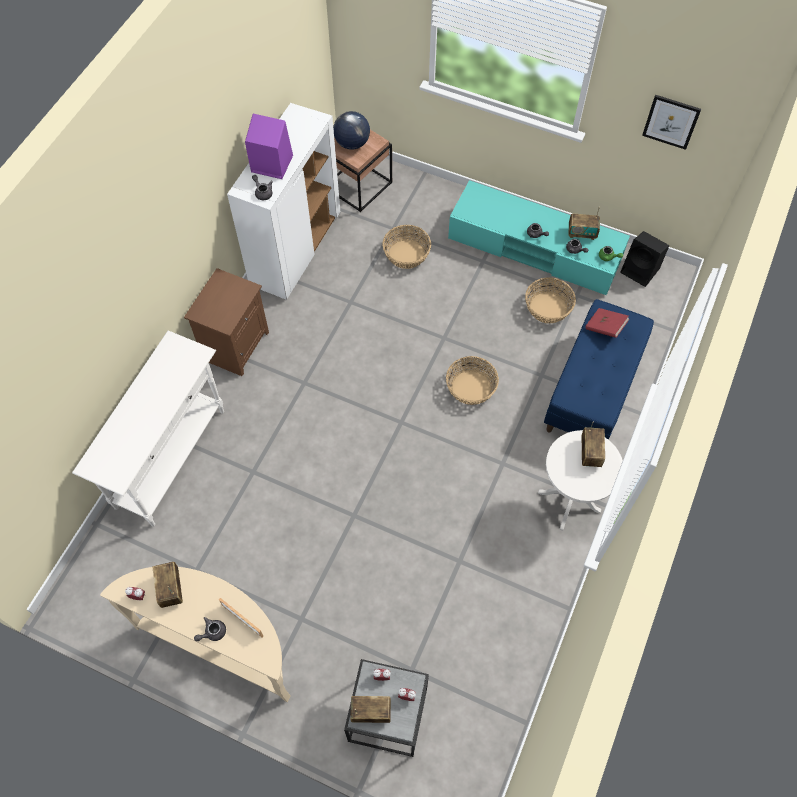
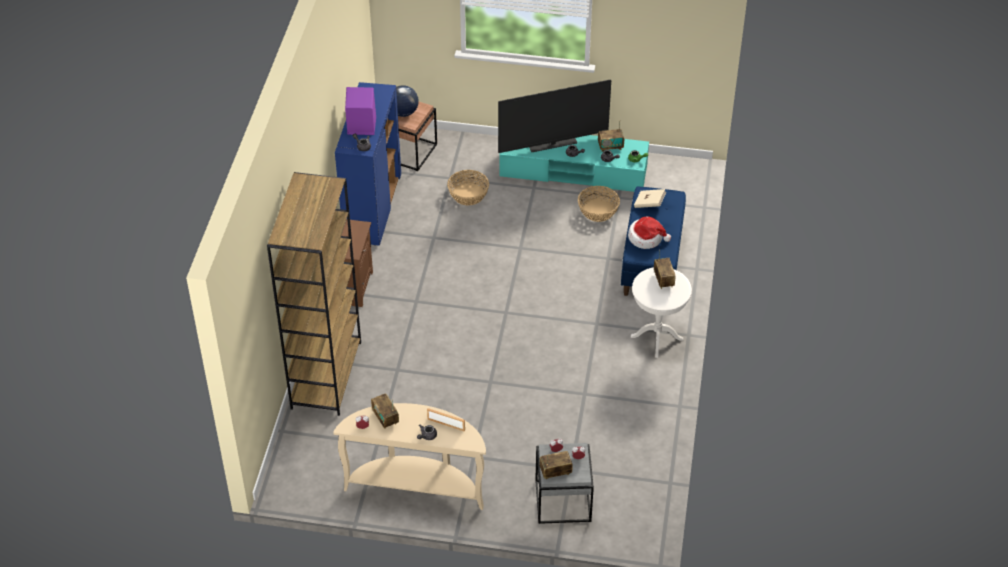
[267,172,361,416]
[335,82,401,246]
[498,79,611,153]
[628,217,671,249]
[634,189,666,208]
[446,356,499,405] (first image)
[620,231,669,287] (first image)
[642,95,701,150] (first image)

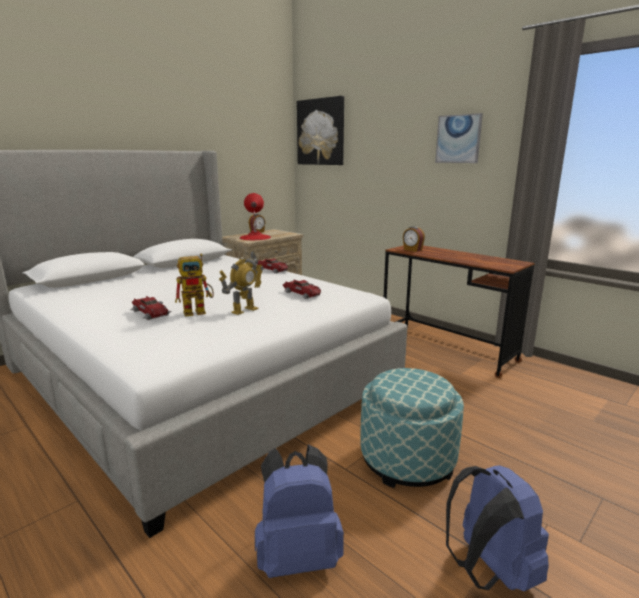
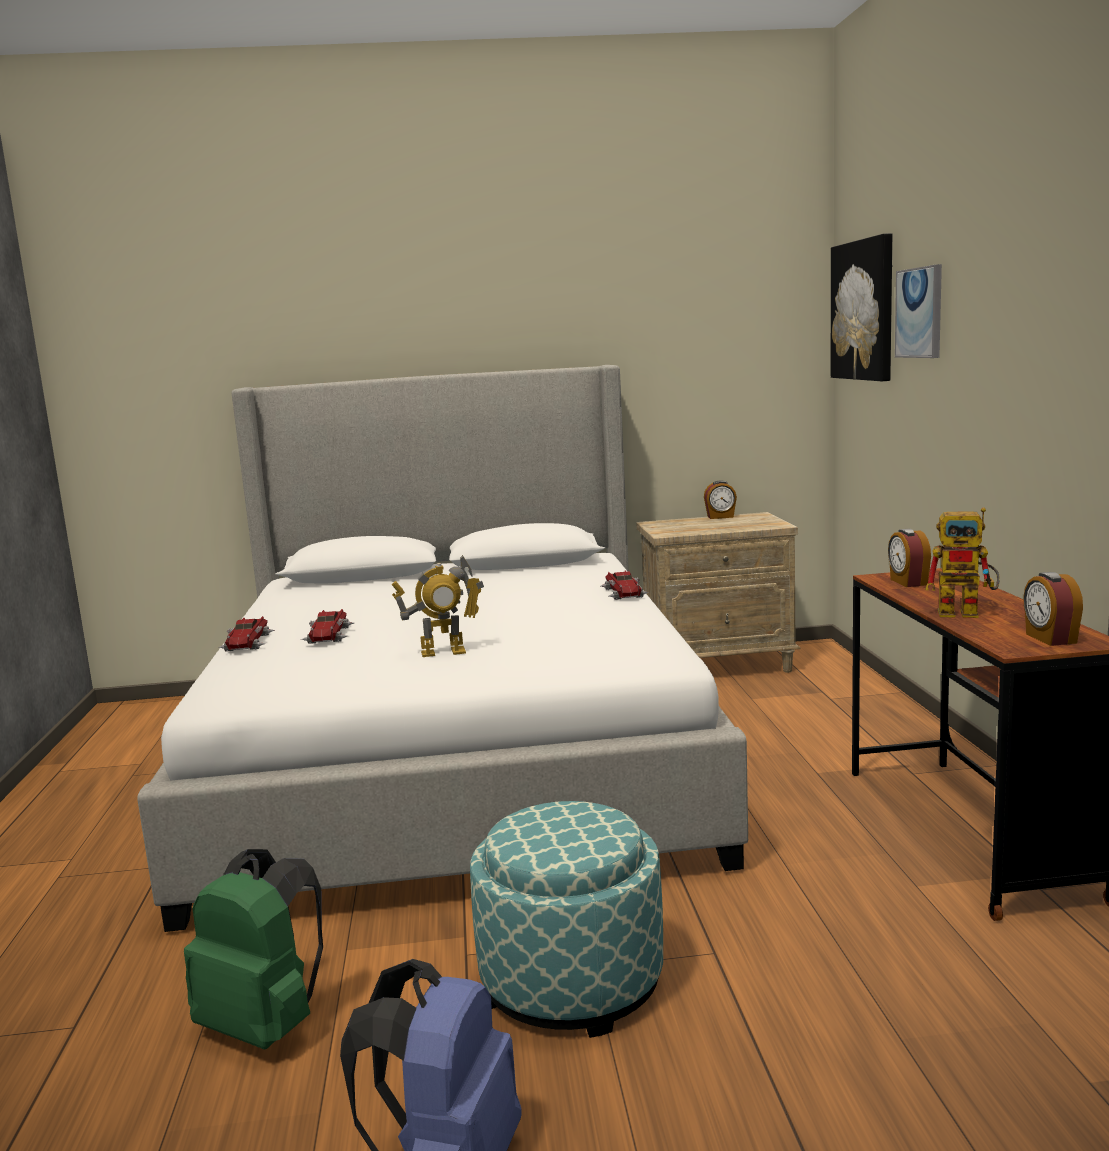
[184,849,323,1049]
[219,616,275,652]
[895,264,942,358]
[925,508,999,618]
[1023,572,1083,646]
[240,193,271,240] (first image)

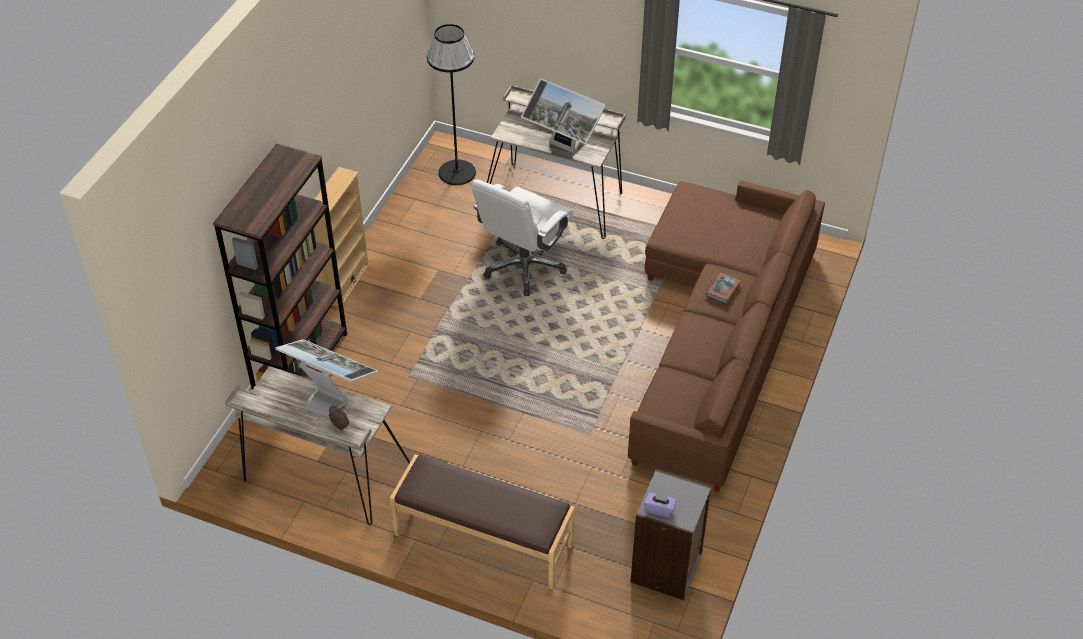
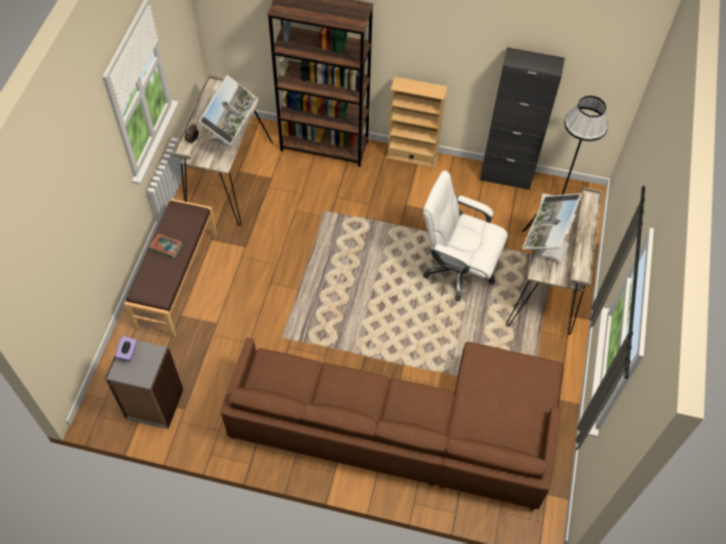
[149,233,183,258]
[480,47,565,190]

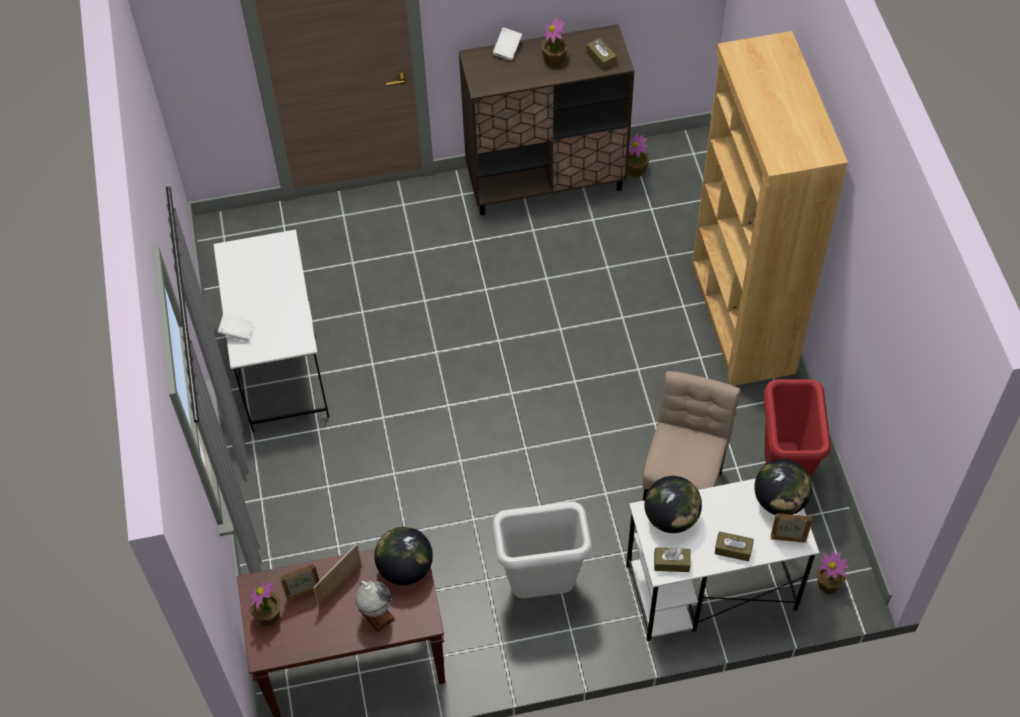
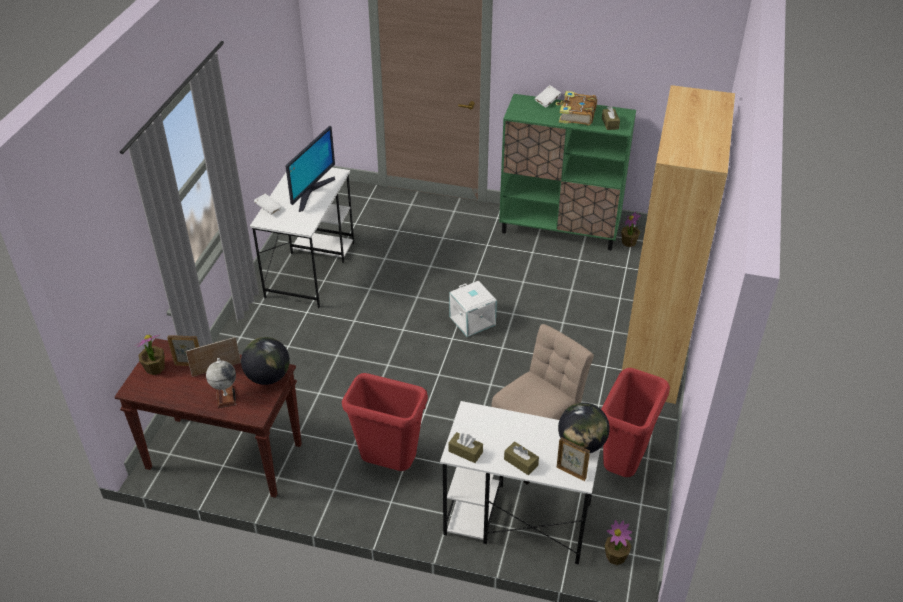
[286,126,335,212]
[342,373,428,471]
[450,281,497,337]
[499,94,636,251]
[555,91,597,126]
[644,476,702,533] (first image)

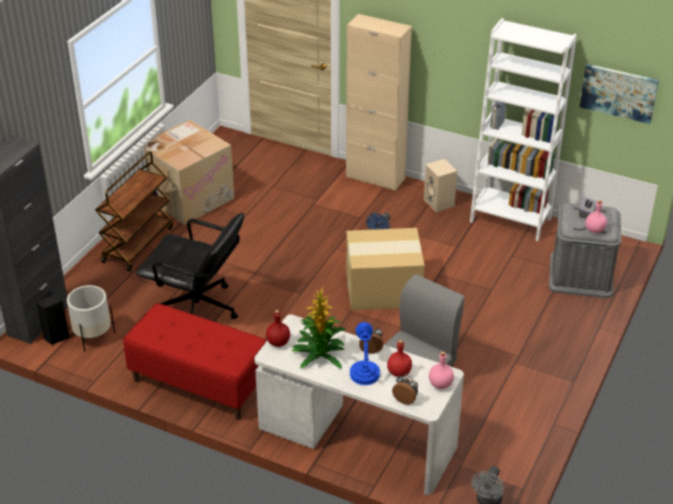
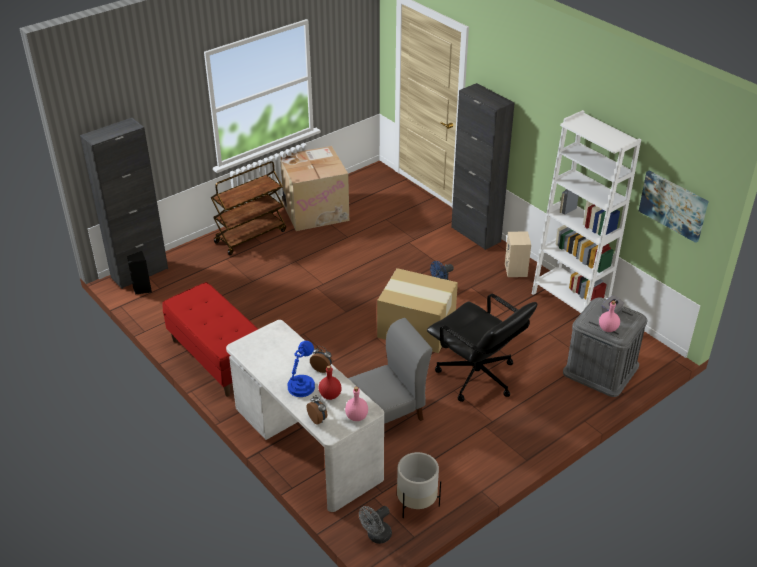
[397,452,441,518]
[427,294,537,402]
[451,83,515,250]
[266,310,290,347] (first image)
[291,288,346,369] (first image)

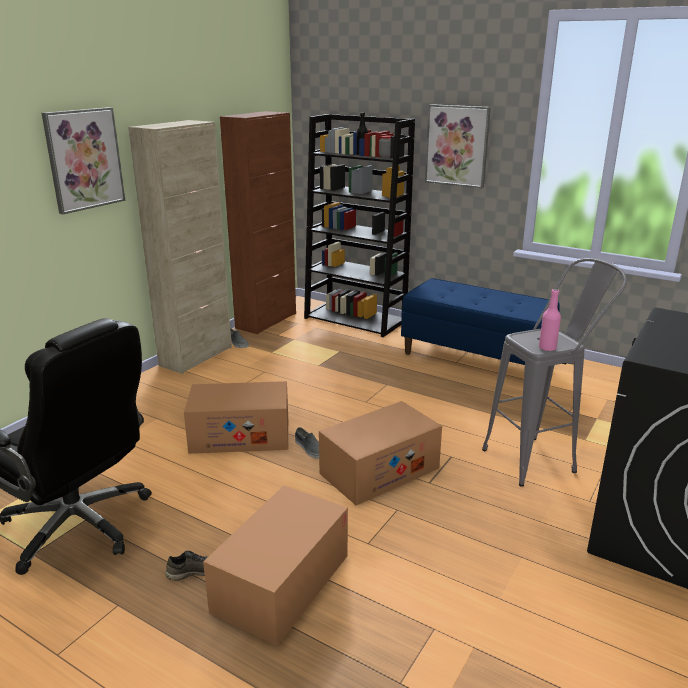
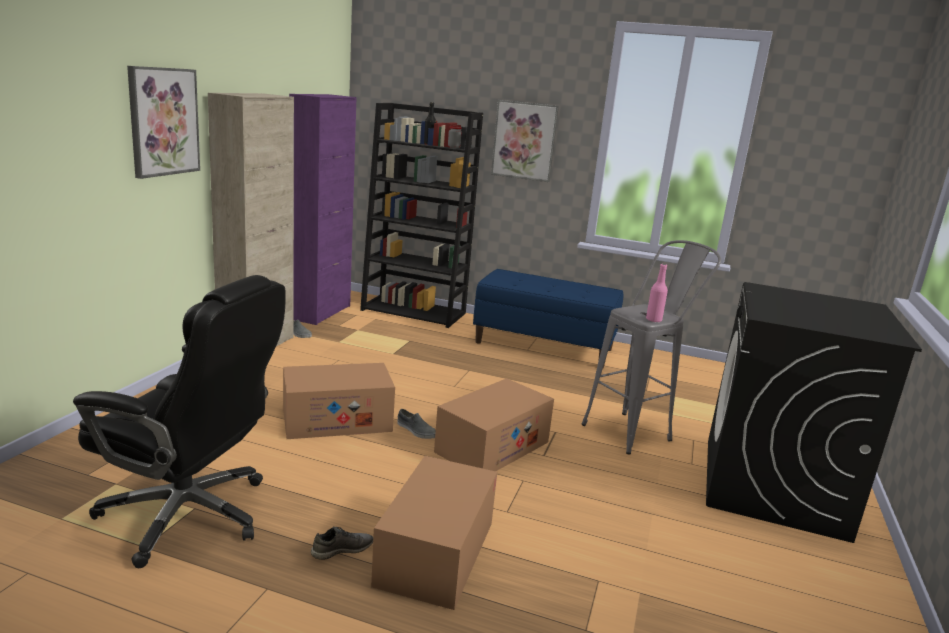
[289,94,357,325]

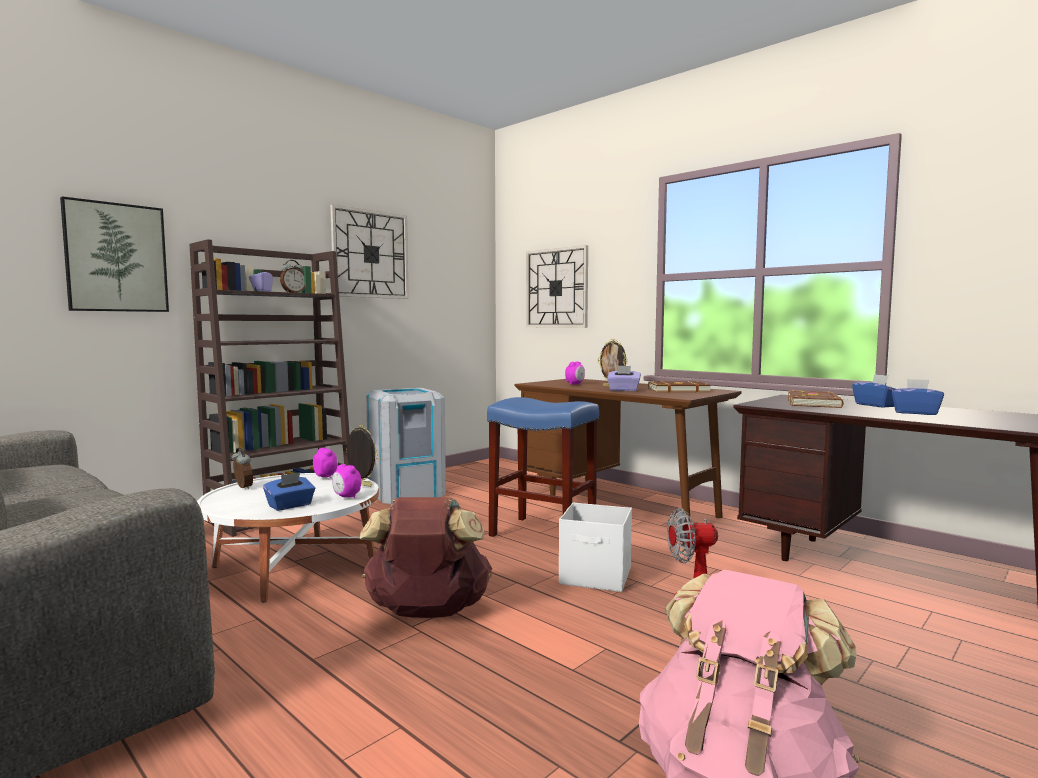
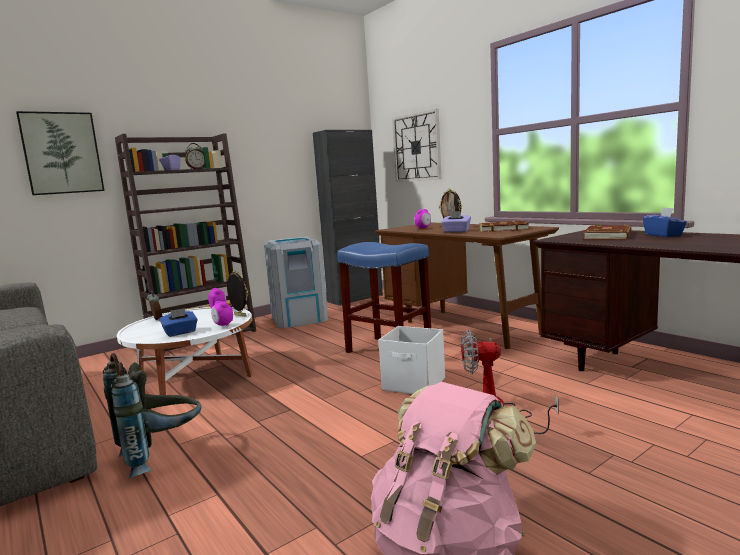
[103,353,201,478]
[313,130,383,306]
[330,204,409,299] (first image)
[360,497,492,618] (first image)
[892,379,944,415] (first image)

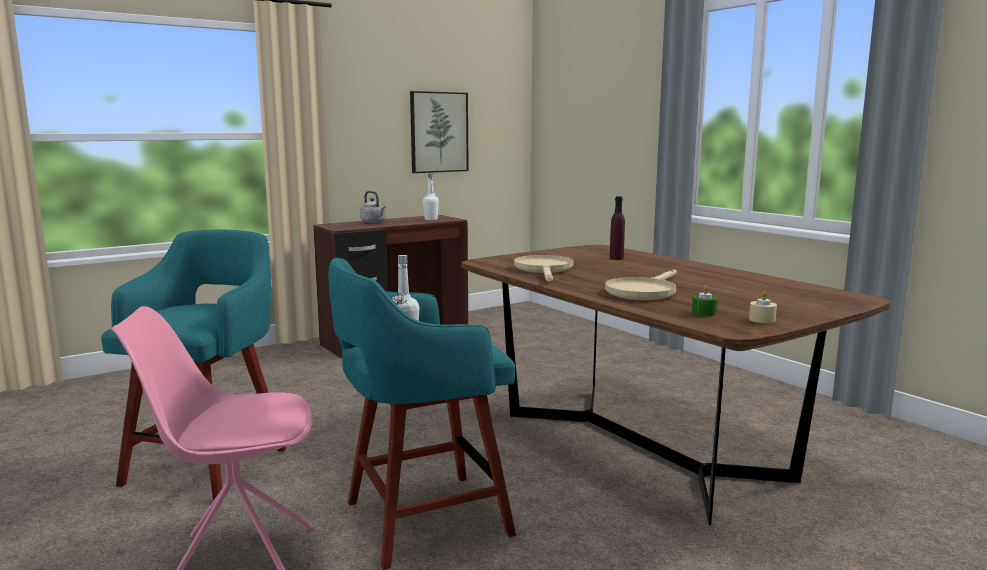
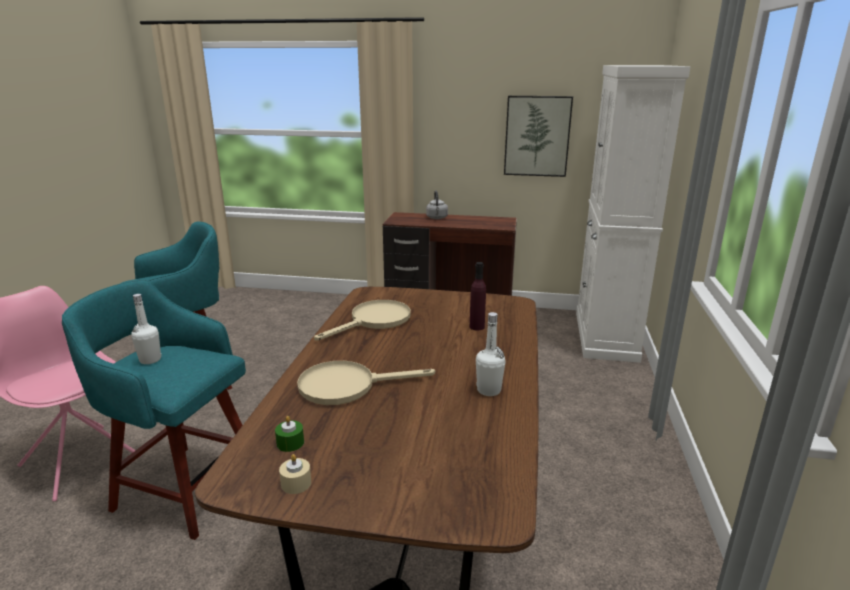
[476,312,506,396]
[576,65,691,363]

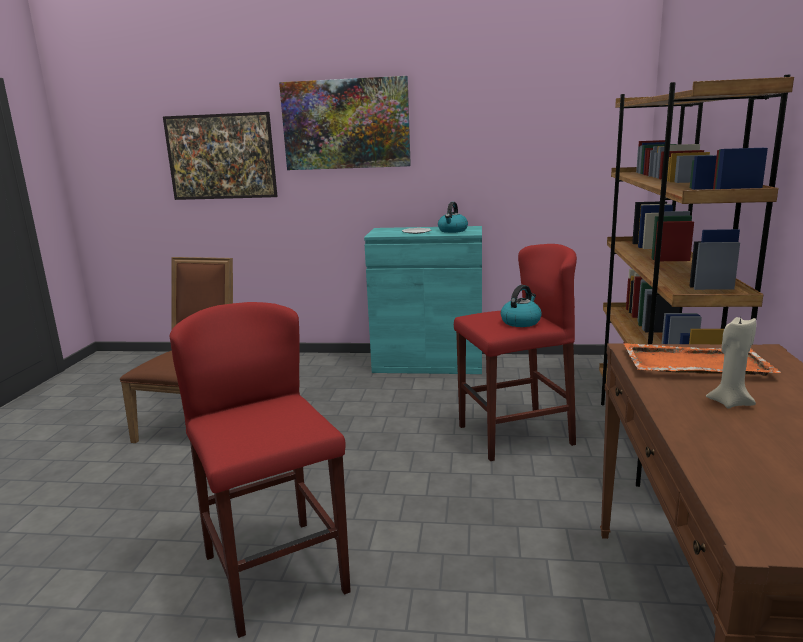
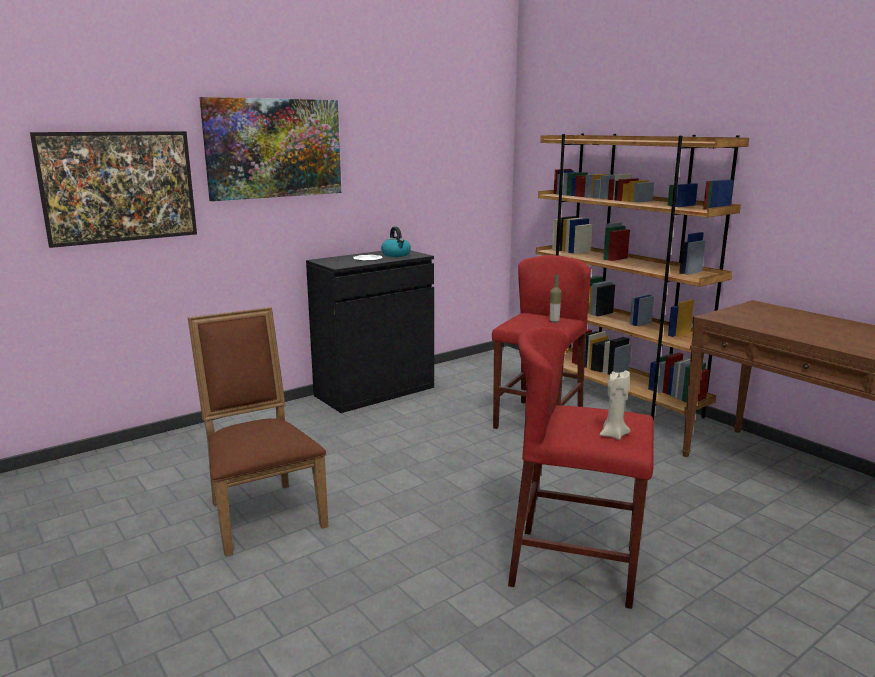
[306,250,434,413]
[549,275,561,323]
[600,370,631,440]
[624,343,781,376] (first image)

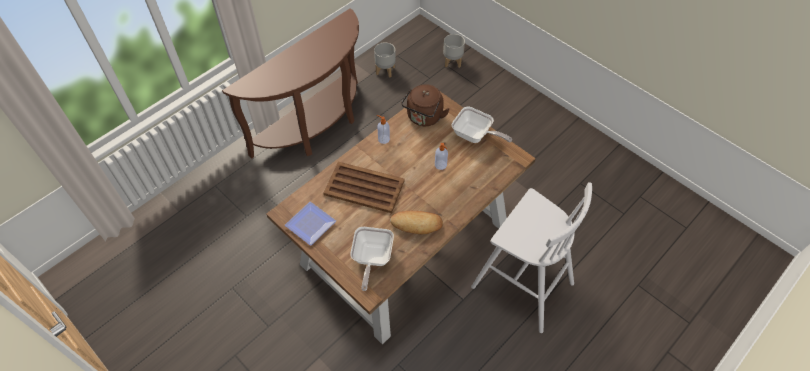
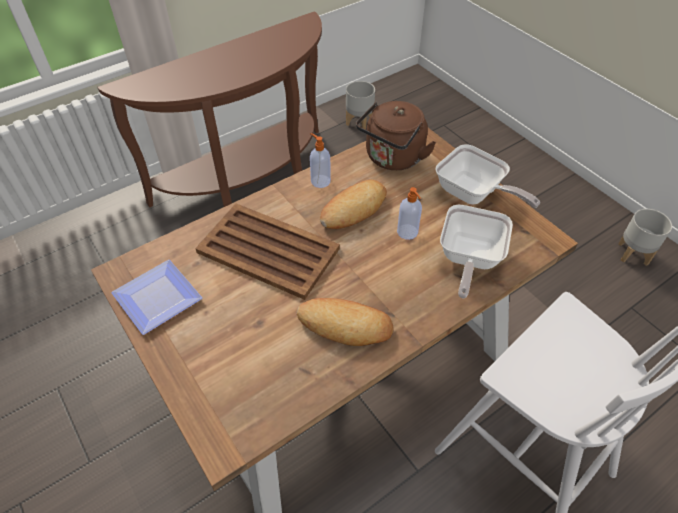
[320,179,387,229]
[440,204,513,298]
[618,209,672,266]

